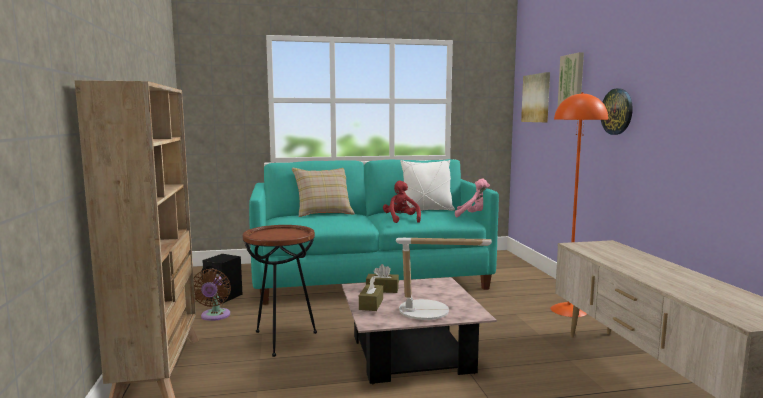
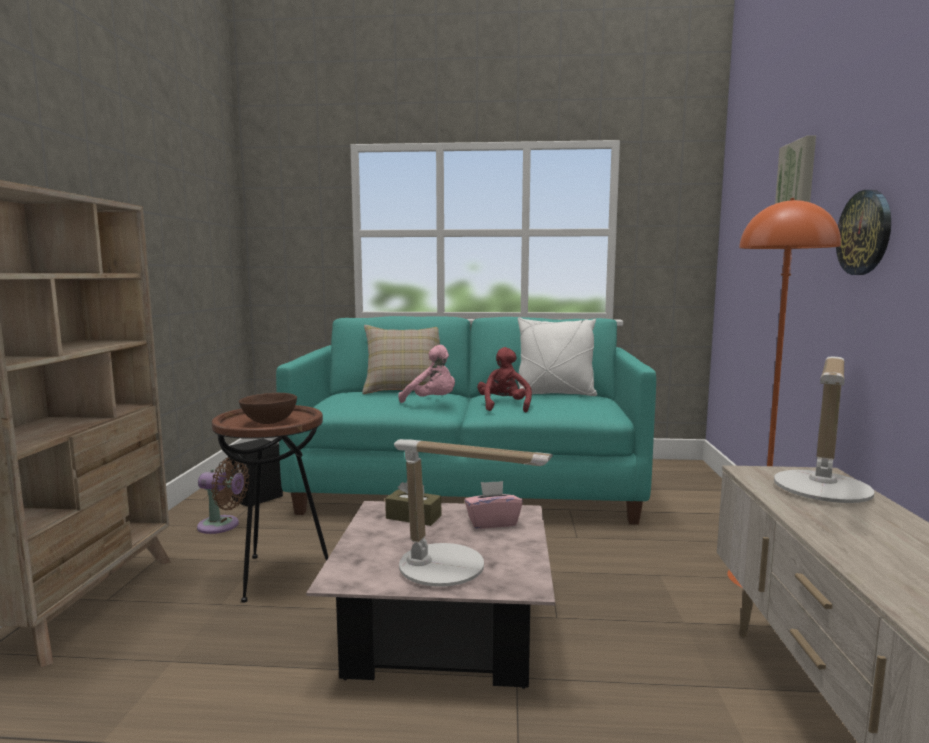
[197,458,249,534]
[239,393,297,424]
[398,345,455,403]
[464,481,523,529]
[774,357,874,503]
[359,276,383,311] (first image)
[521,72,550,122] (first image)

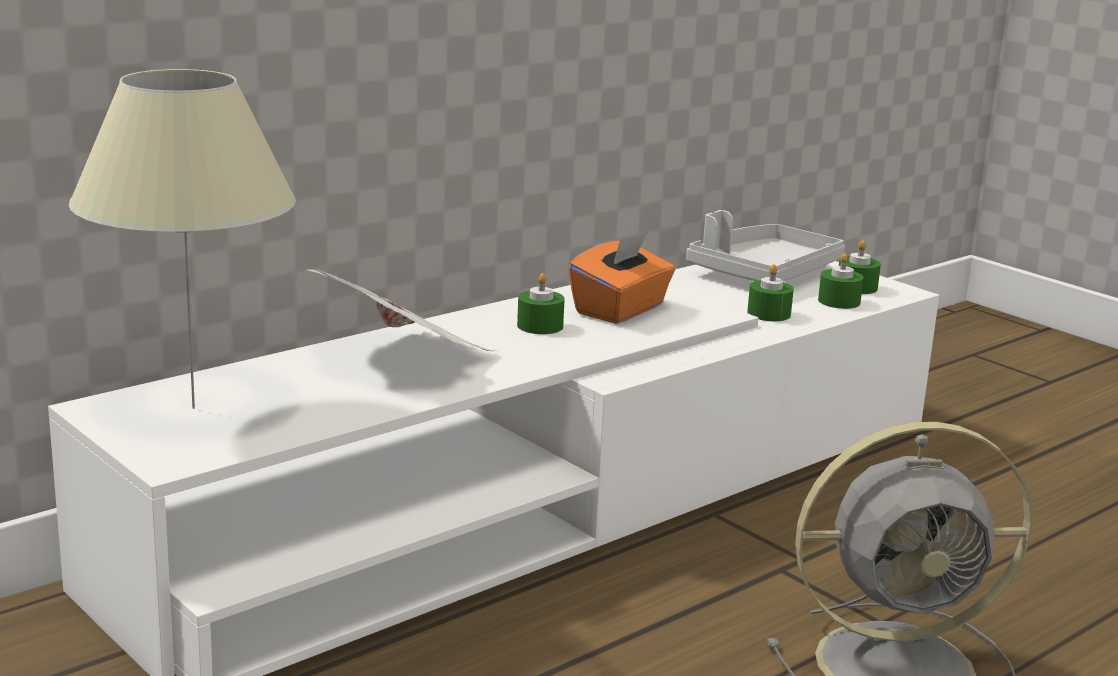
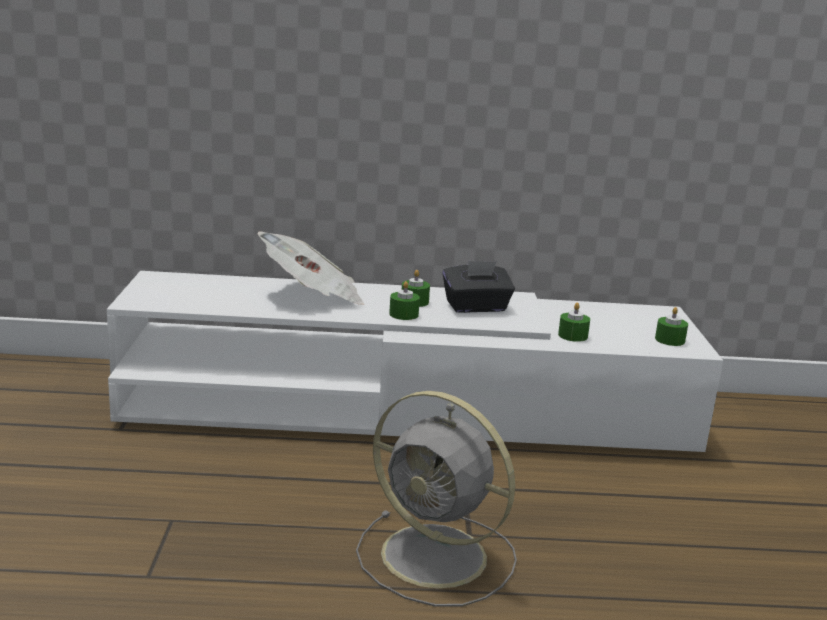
[389,281,420,320]
[443,261,515,313]
[69,69,296,409] (first image)
[686,210,845,281] (first image)

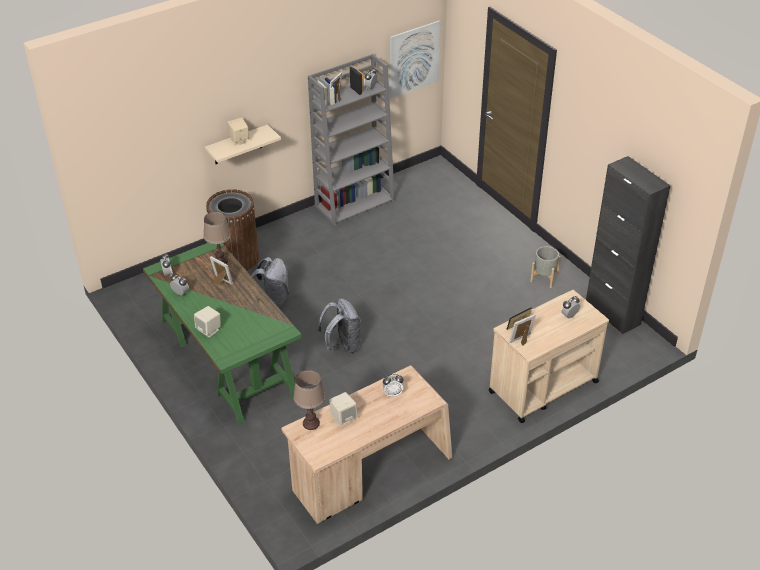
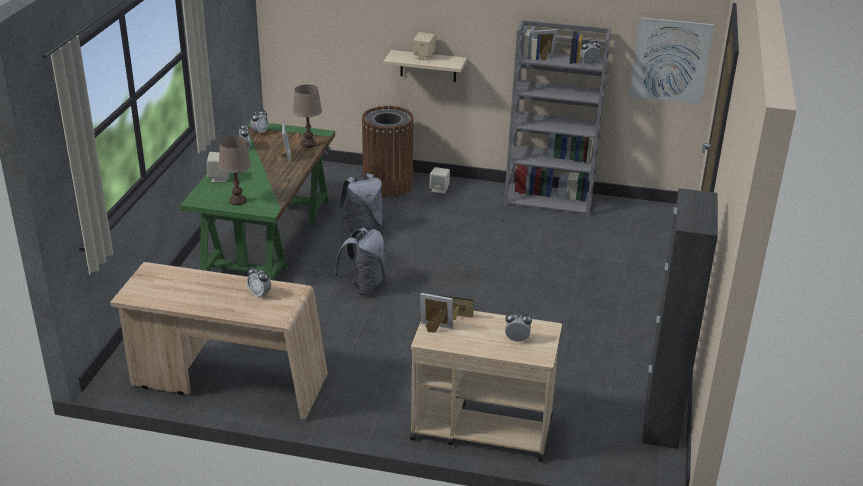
[219,136,251,205]
[429,167,450,194]
[530,246,561,288] (first image)

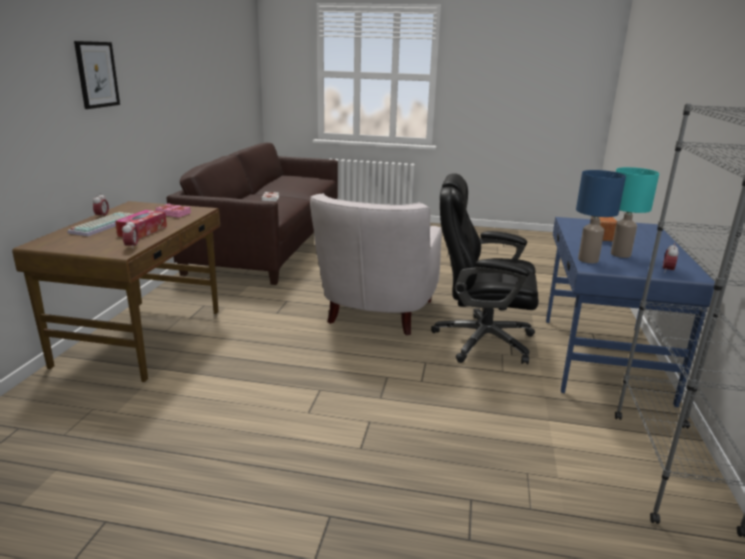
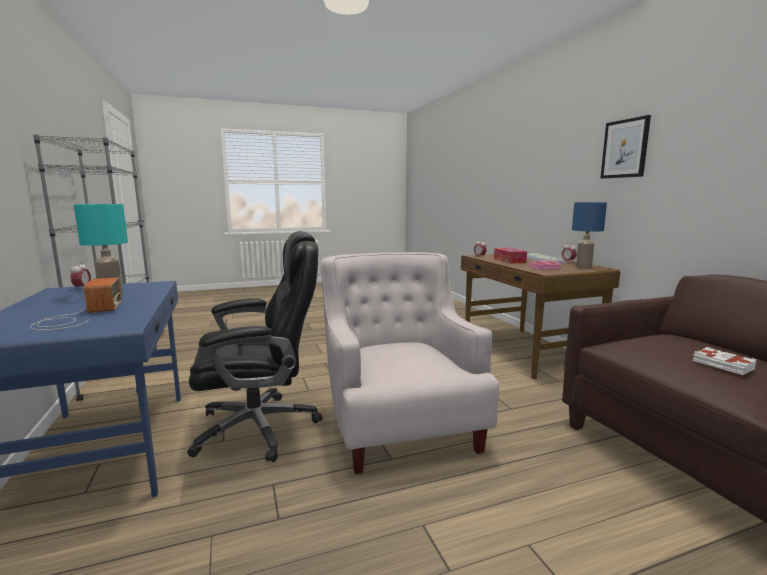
[572,202,607,268]

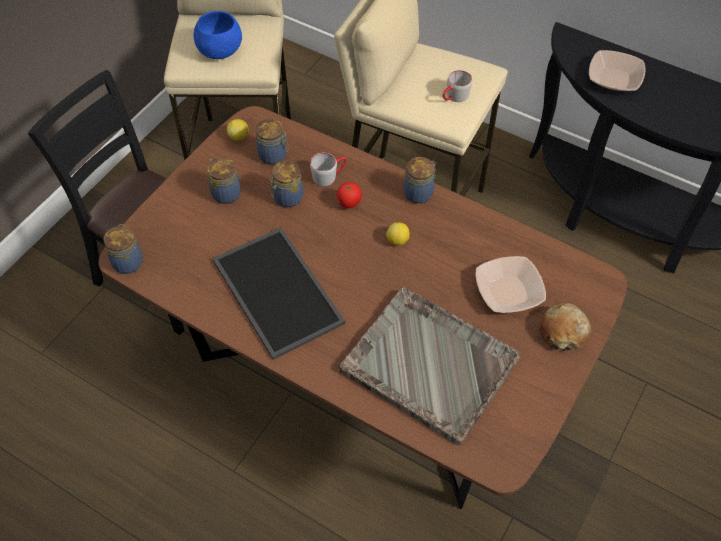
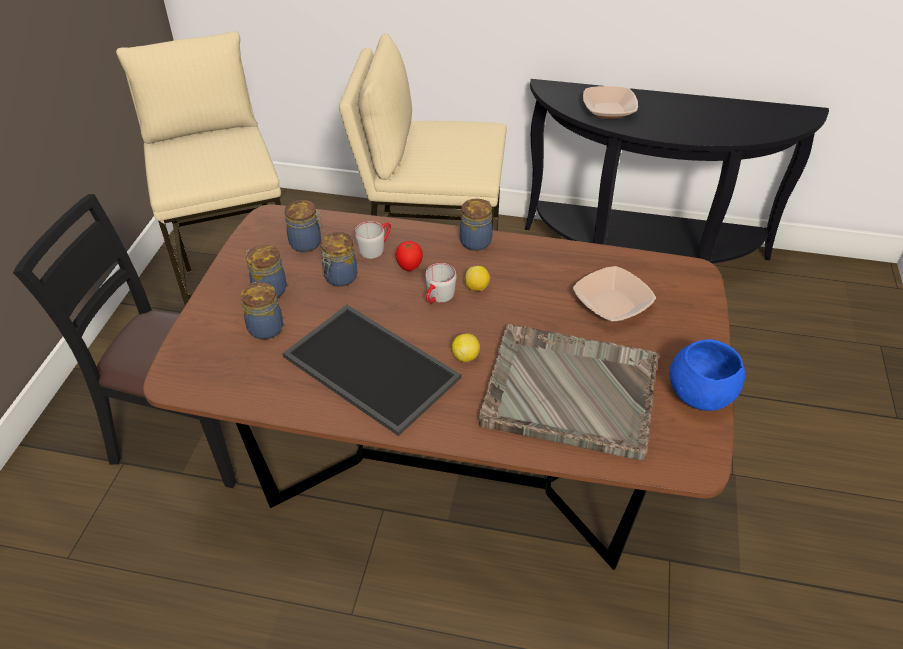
[241,282,283,340]
[425,263,457,303]
[452,333,480,362]
[669,339,745,411]
[540,303,591,351] (first image)

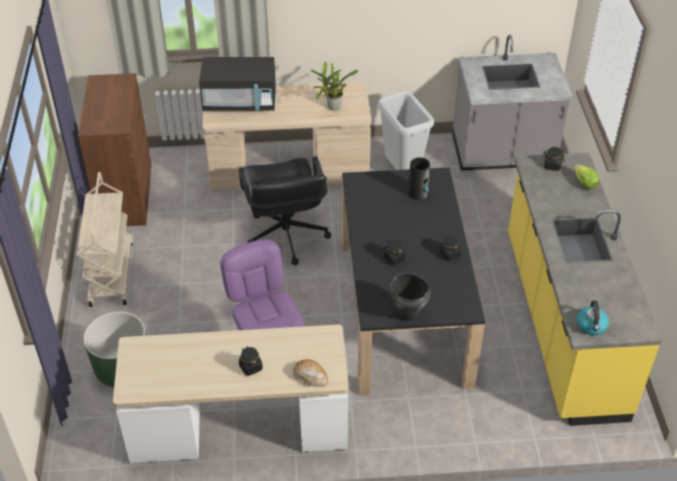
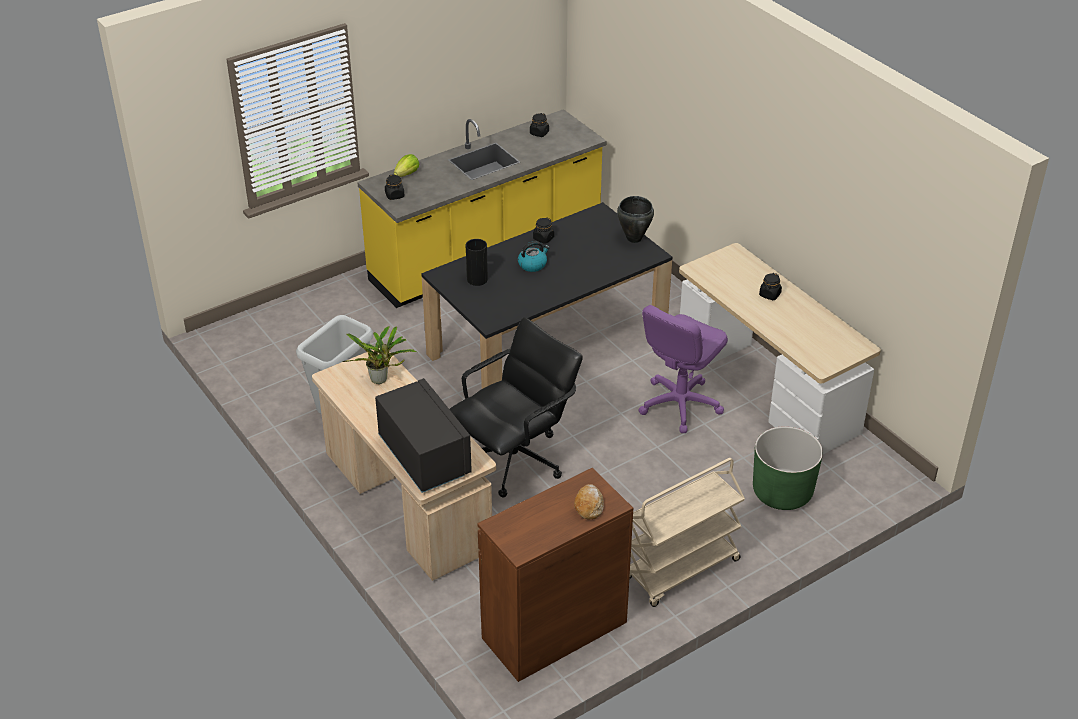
[518,241,550,272]
[530,113,549,137]
[574,484,604,520]
[452,35,573,171] (first image)

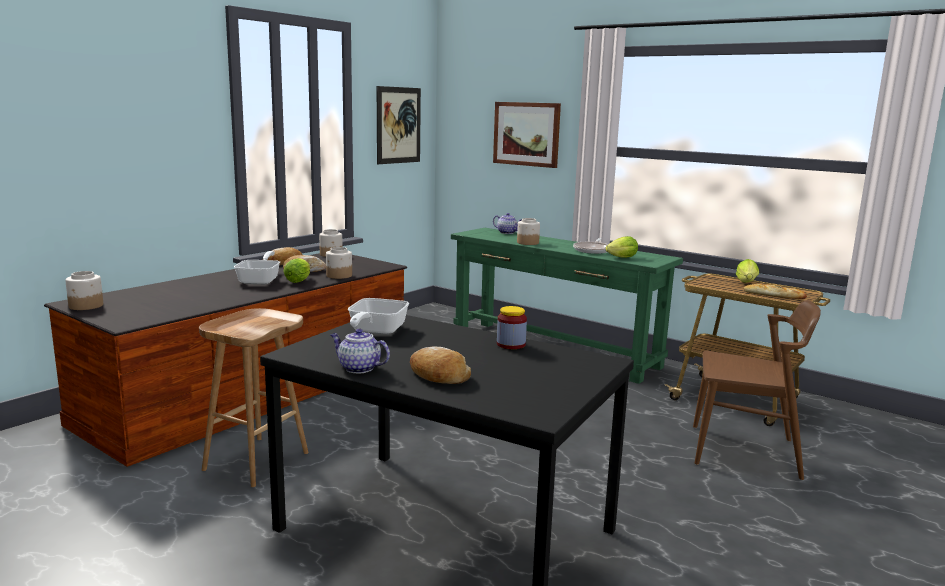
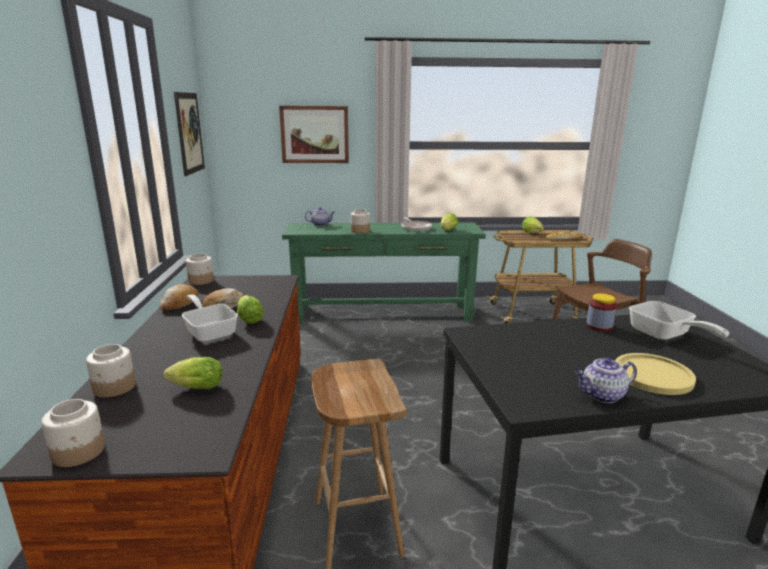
[86,344,136,398]
[163,357,223,389]
[615,353,696,395]
[629,301,729,340]

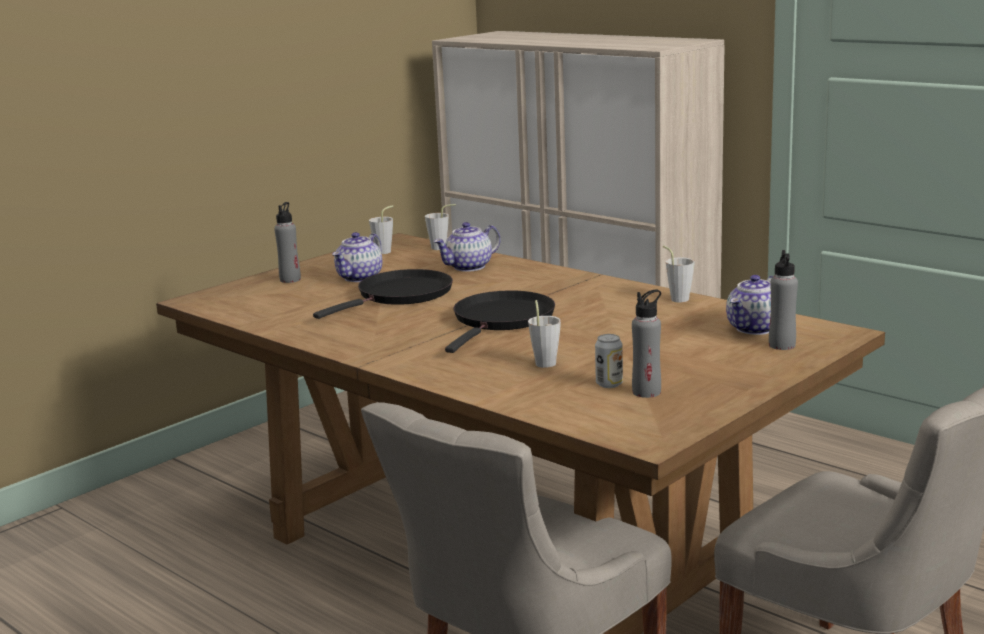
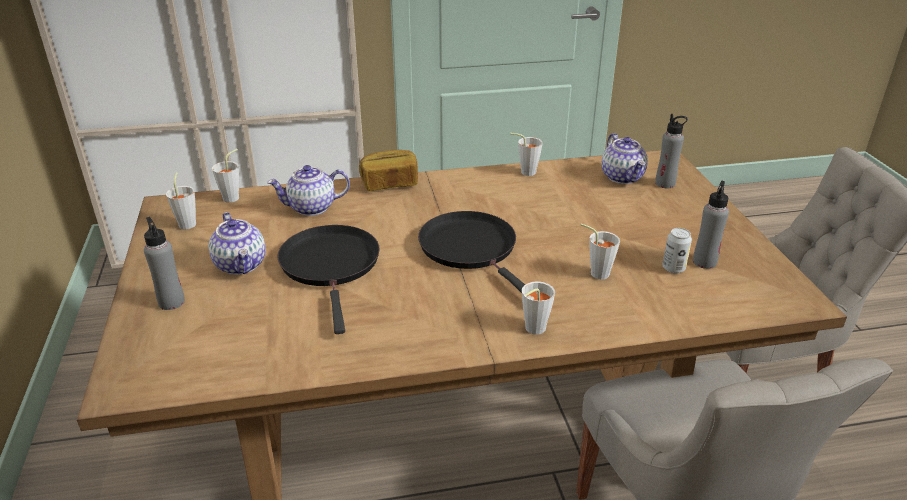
[267,165,350,216]
[359,150,418,191]
[522,281,555,335]

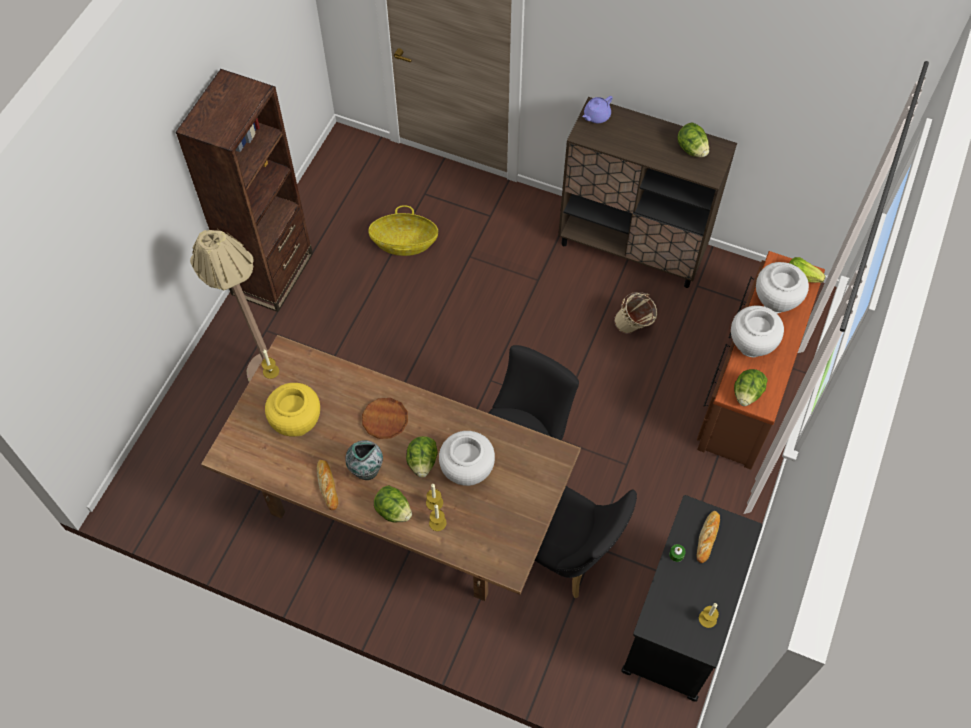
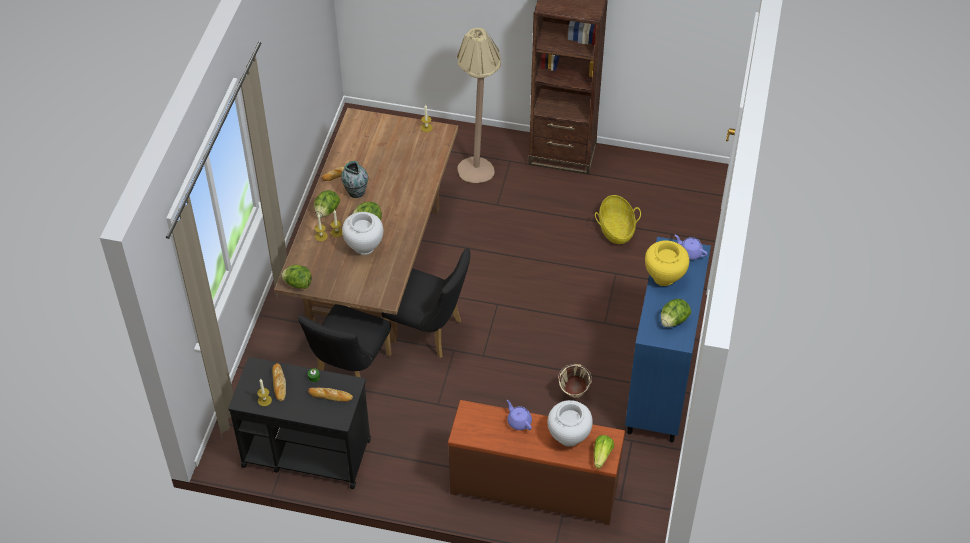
[272,363,286,401]
[281,265,312,289]
[507,400,532,430]
[625,237,711,442]
[645,240,689,286]
[362,398,408,439] (first image)

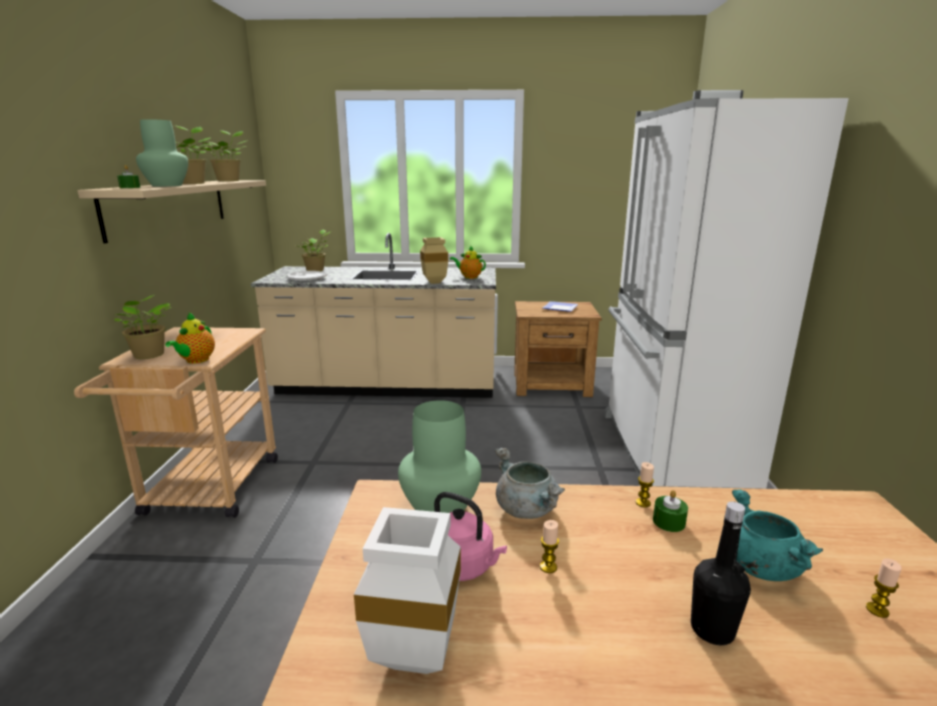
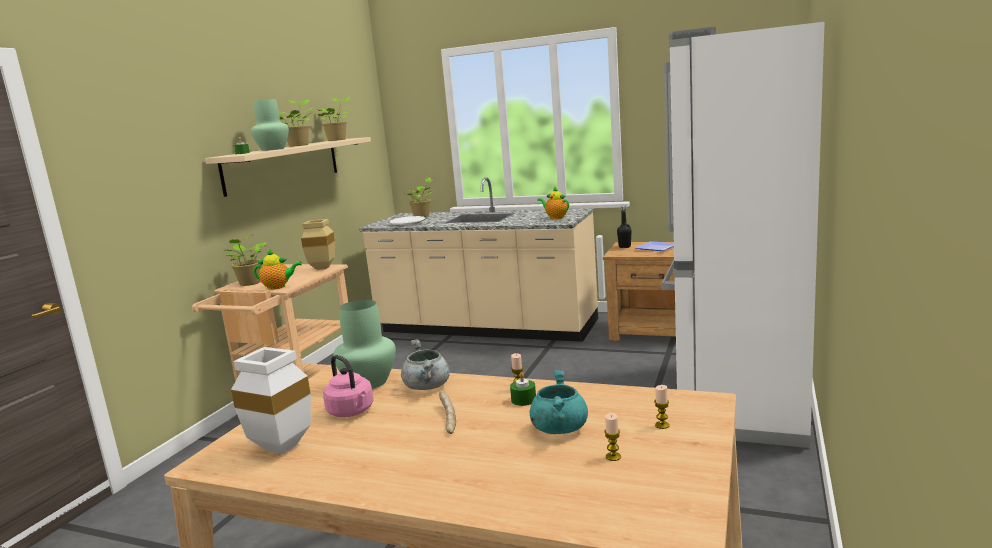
[254,248,302,290]
[301,219,335,270]
[439,390,456,434]
[617,206,632,248]
[654,385,670,429]

